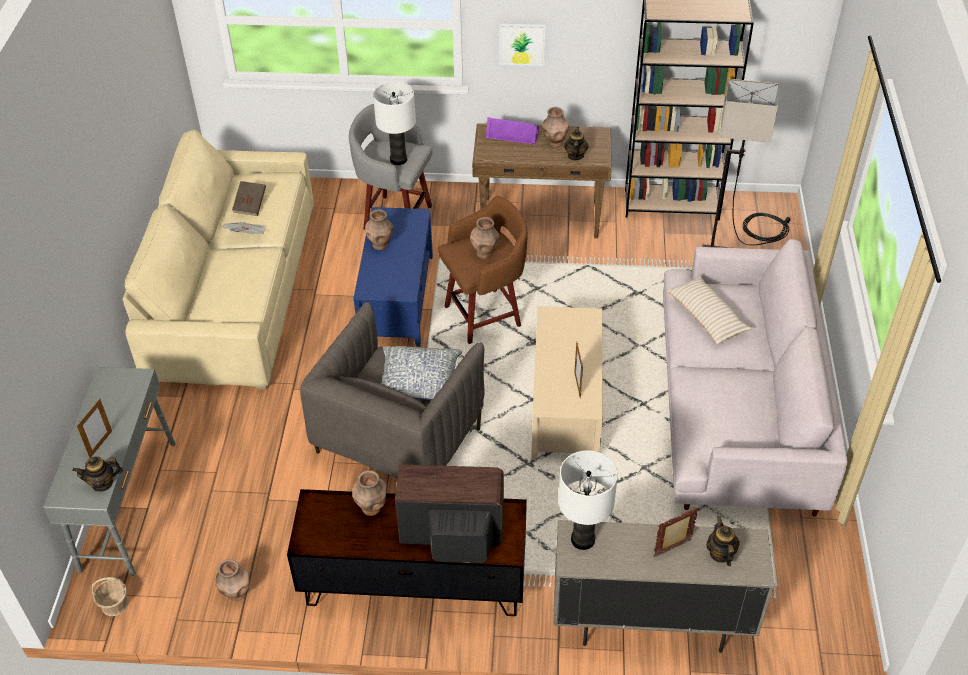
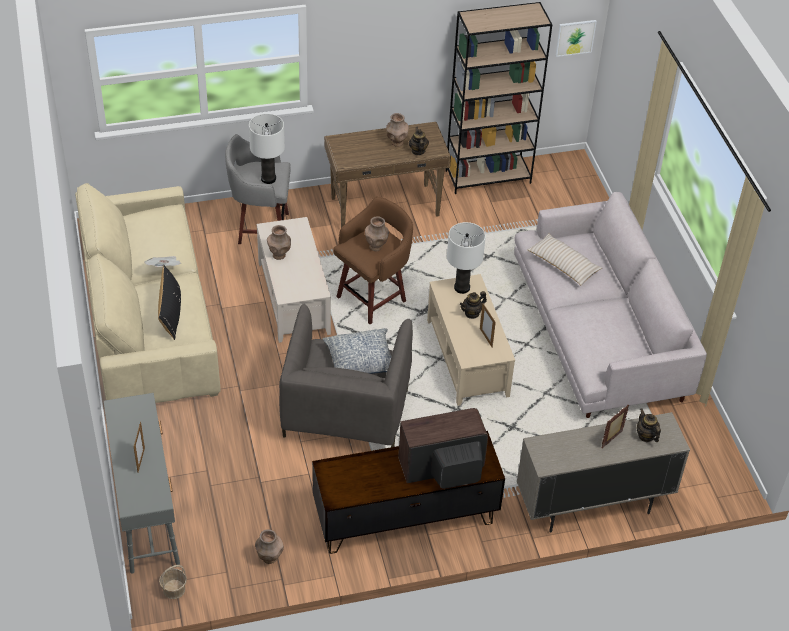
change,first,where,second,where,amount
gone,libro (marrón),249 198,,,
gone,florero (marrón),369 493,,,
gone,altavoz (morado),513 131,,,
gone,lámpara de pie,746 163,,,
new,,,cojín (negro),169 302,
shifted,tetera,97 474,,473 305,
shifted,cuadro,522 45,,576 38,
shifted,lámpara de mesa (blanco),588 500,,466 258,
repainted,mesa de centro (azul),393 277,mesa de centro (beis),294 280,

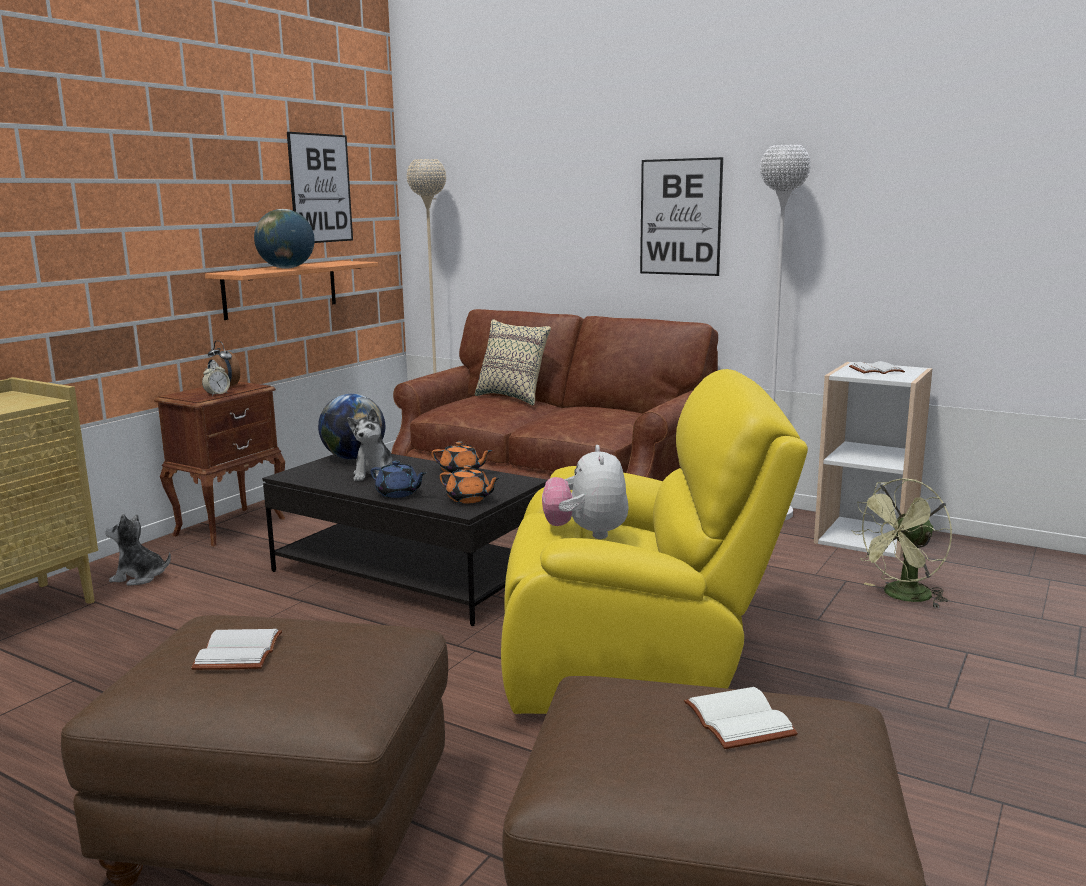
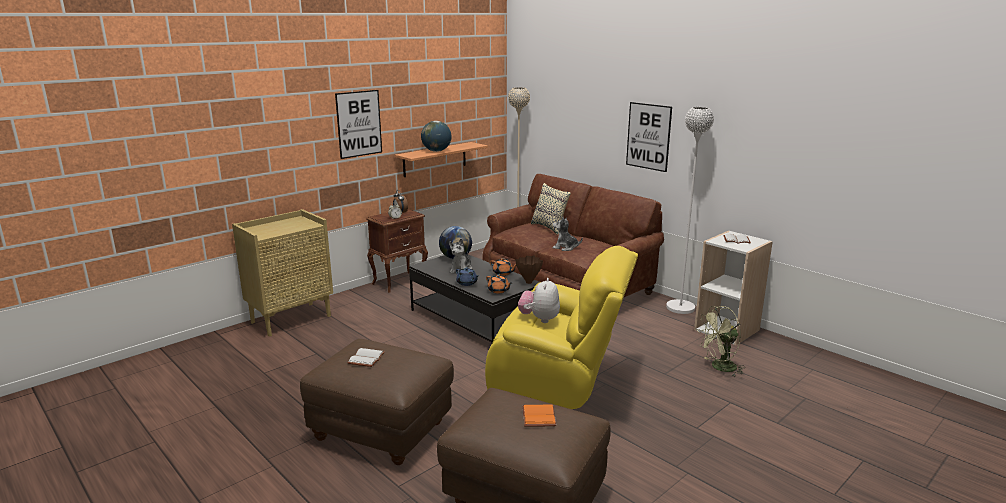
change,first,where,second,where,amount
new,,,florero (marrón),529 269,
shifted,peluche,138 550,,568 234,
shifted,cuadro,320 187,,358 124,
repainted,libro (blanco),741 718,libro (naranja),539 416,

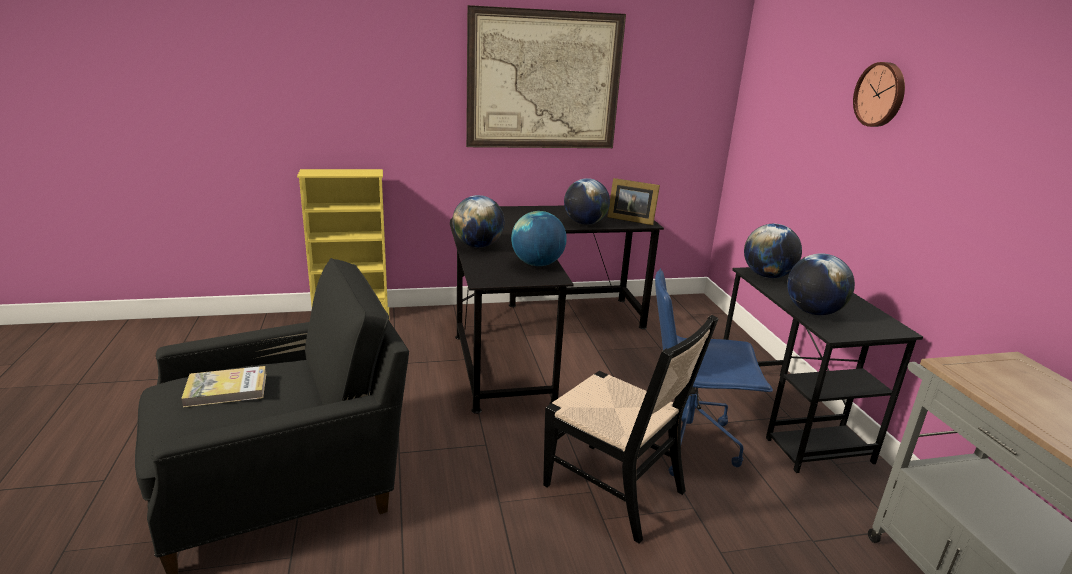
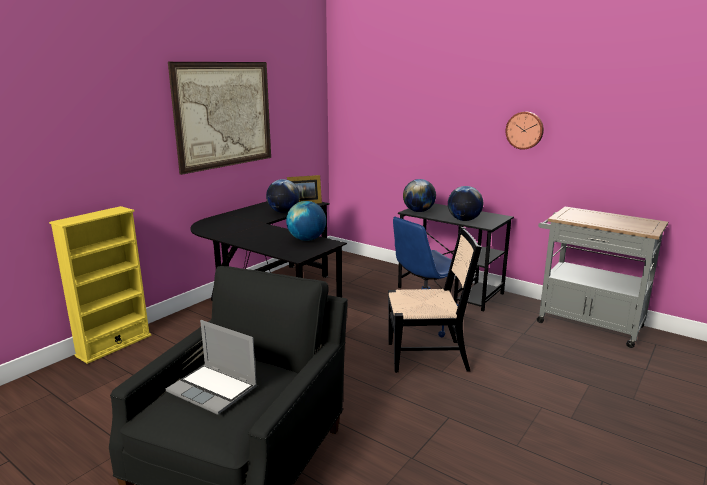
change,first,where,second,where,amount
gone,globo terráqueo,478 221,,,
shifted,reloj de pared,879 94,,525 131,
swapped,libro,223 387,portátil,211 367,

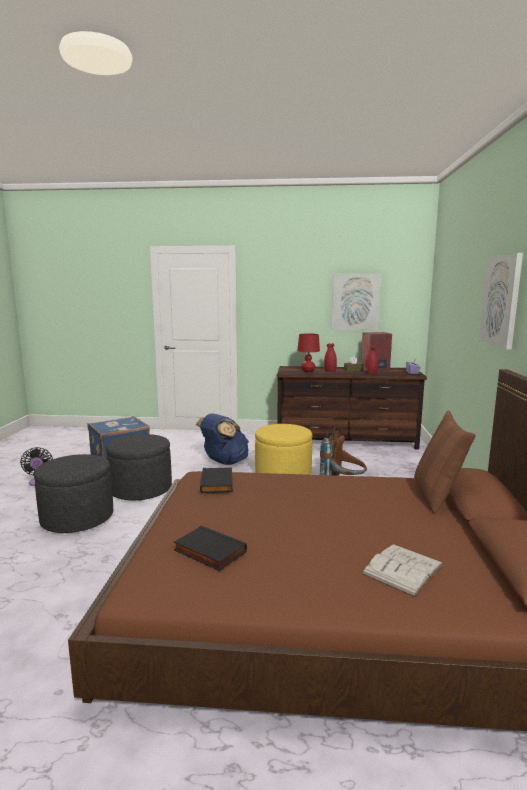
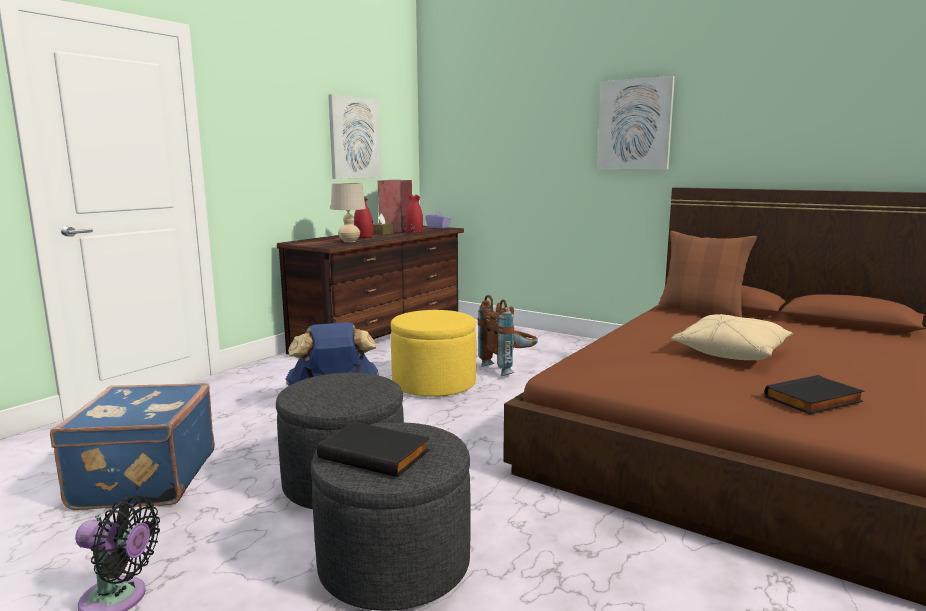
change,first,where,second,where,amount
gone,libro (blanco),402 570,,,
new,,,cojín (beis),732 337,
shifted,libro (negro),216 480,,373 449,
repainted,lámpara de mesa (rojo),308 353,lámpara de mesa (beis),348 212,

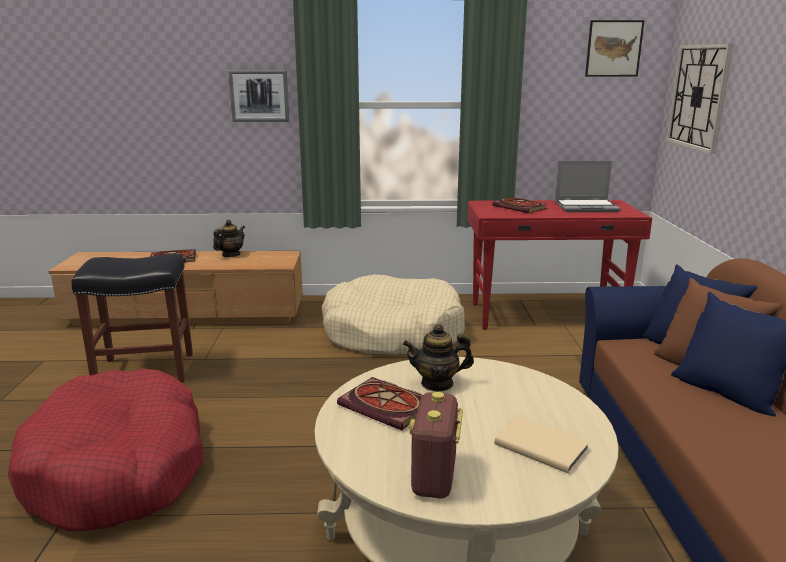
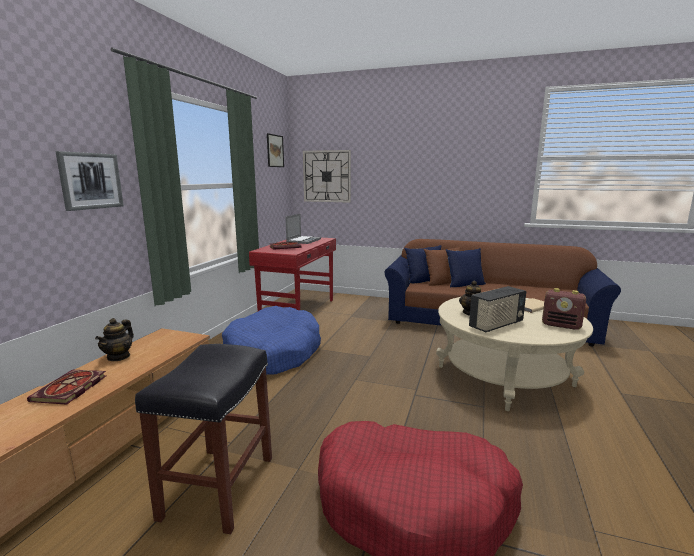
change,first,where,second,where,amount
swapped,libro,380 404,radio,497 309,
repainted,cama para perro (beis),393 314,cama para perro (azul),271 340,
rotated,tetera,229 238,,114 339,135 degrees counterclockwise

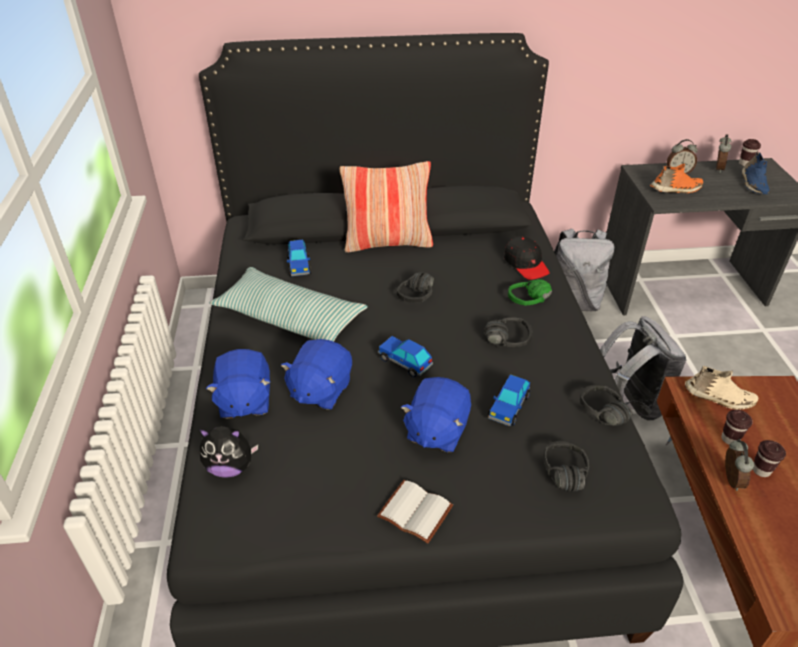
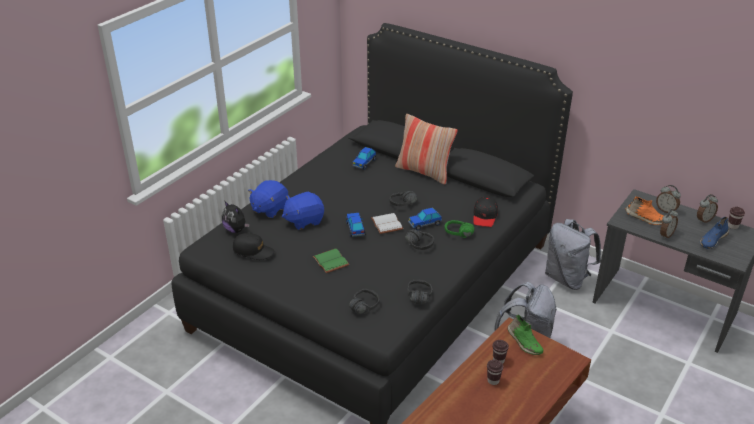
change,first,where,second,where,amount
gone,cojín,288 304,,,
new,,,gorra (negro),254 246,
shifted,libro (blanco),415 512,,387 223,
shifted,coche de juguete,509 400,,425 219,
shifted,despertador,739 465,,669 224,
swapped,peluche (azul),436 414,libro (verde),331 260,
repainted,zapato (beis),722 388,zapato (verde),525 334,

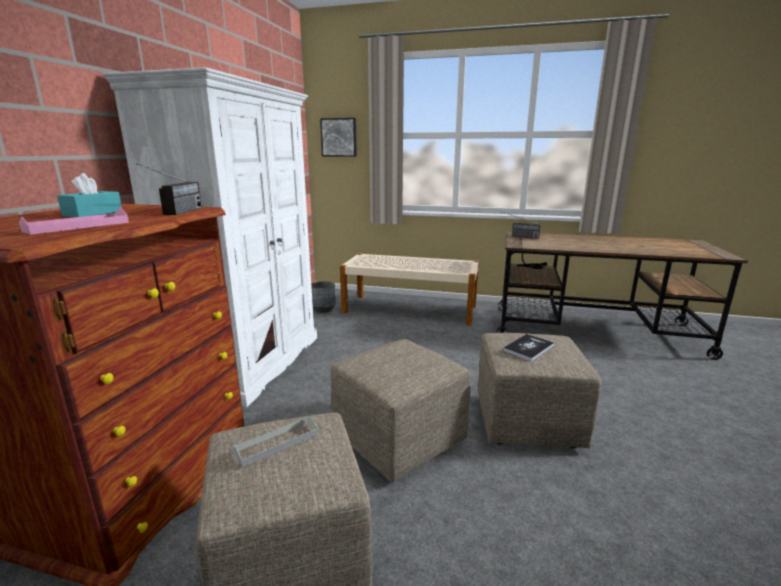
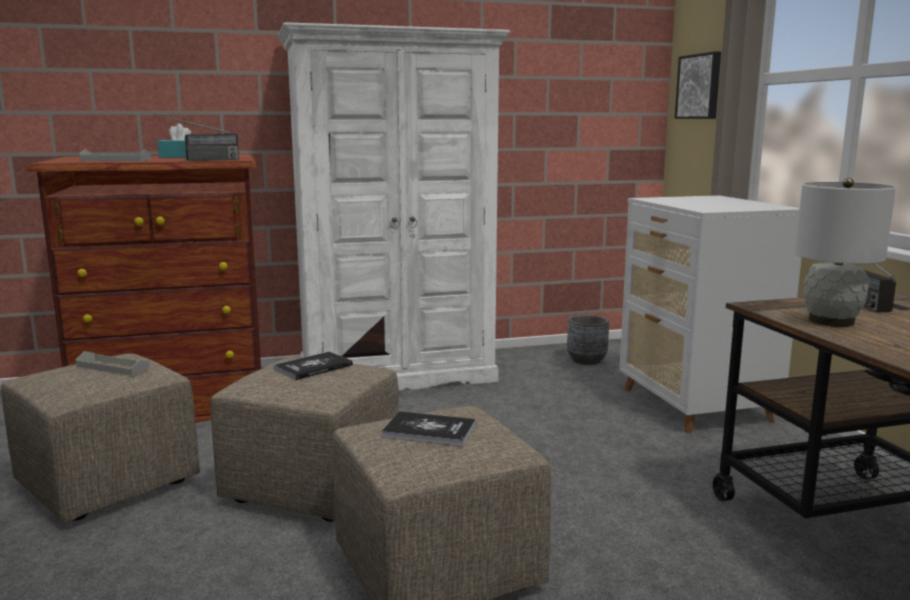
change,first,where,second,where,amount
new,,,libro,313 365,
new,,,lámpara de mesa (blanco),845 252,
swapped,banco (beis),409 289,cómoda (blanco),711 314,
repainted,bandeja (rosa),74 221,bandeja (gris),115 155,

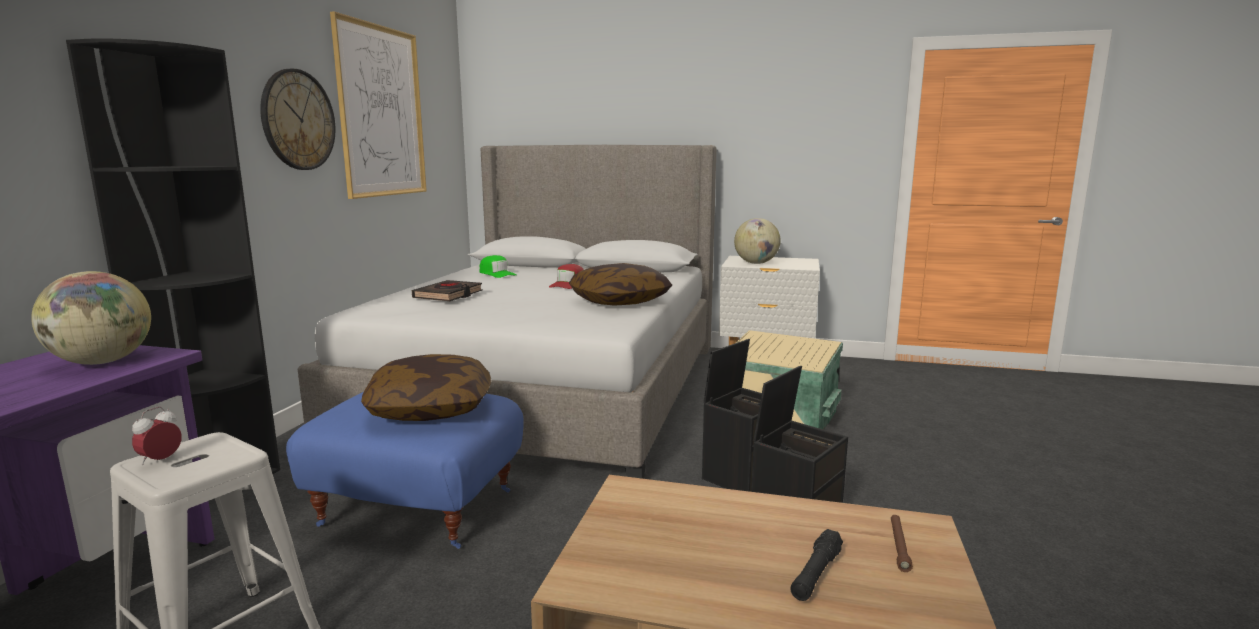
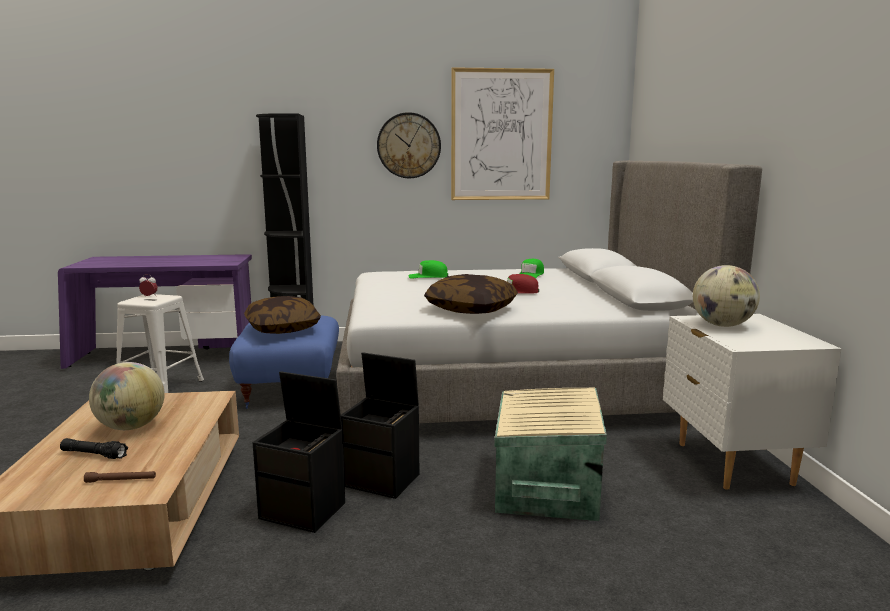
change,first,where,second,where,amount
shifted,globo terráqueo,91 318,,127 396,
swapped,libro (negro),447 290,gorra (verde),428 269,

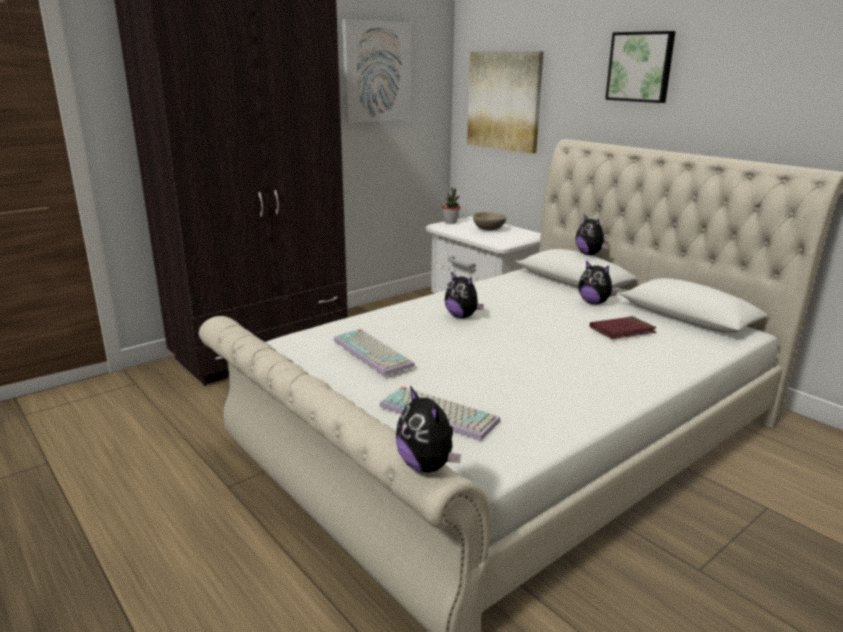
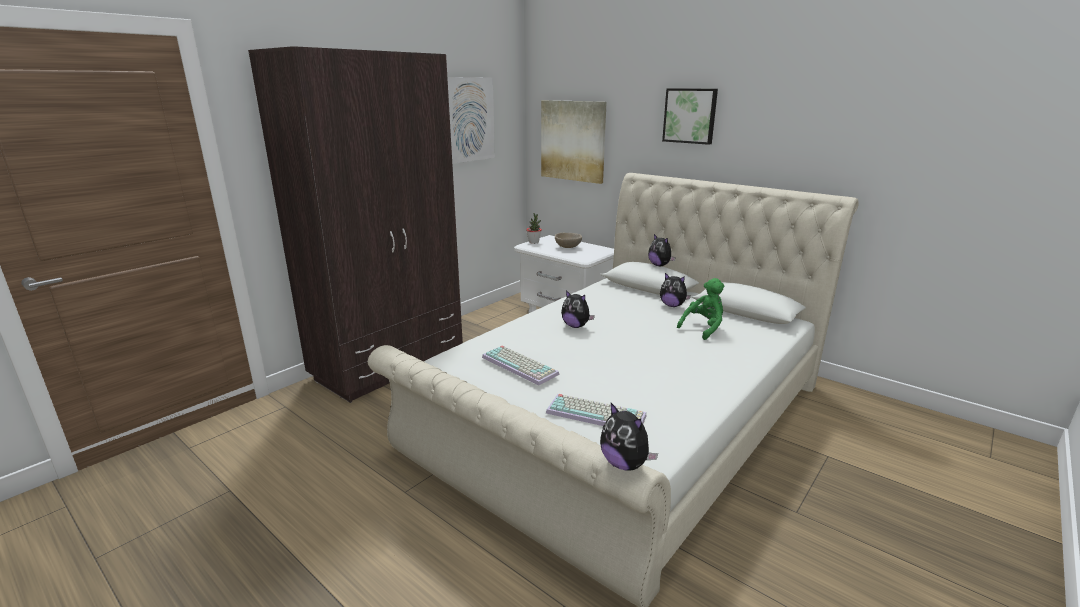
change,first,where,second,where,amount
swapped,libro (rojo),623 327,peluche (verde),700 309,

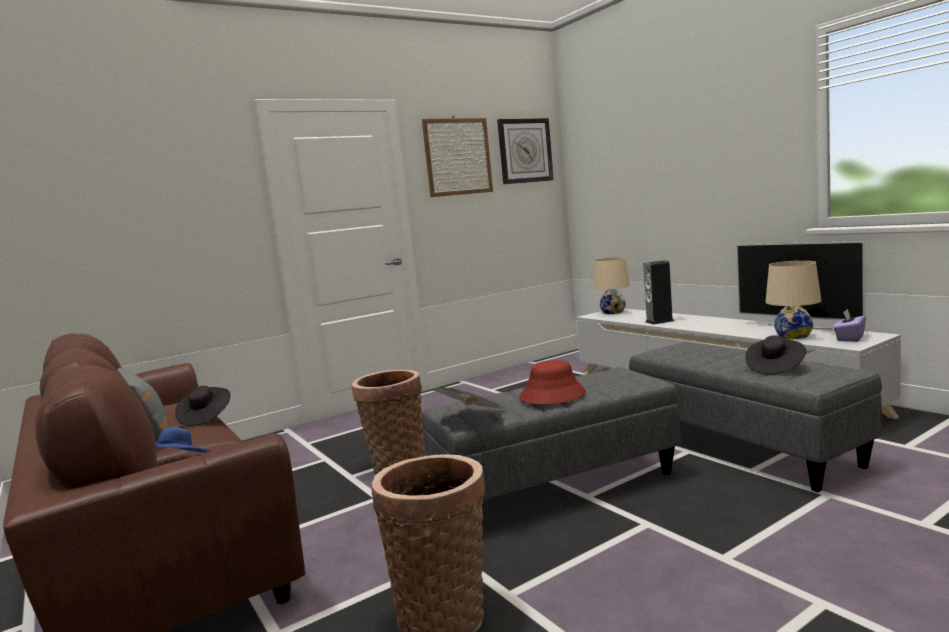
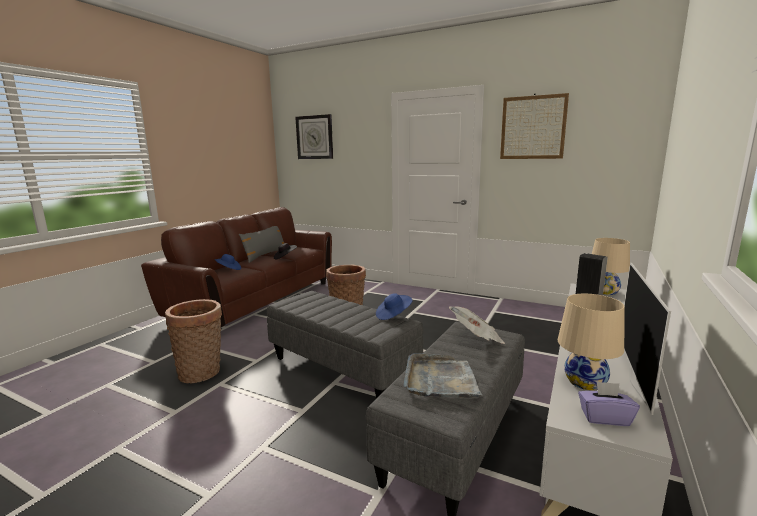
change,first,where,second,where,amount
gone,sombrero (rojo),552 382,,,
new,,,sombrero (azul),394 306,
shifted,periódico,467 398,,477 325,
shifted,reloj de pared,525 151,,314 136,
swapped,sombrero (negro),776 355,bandeja (gris),442 375,

